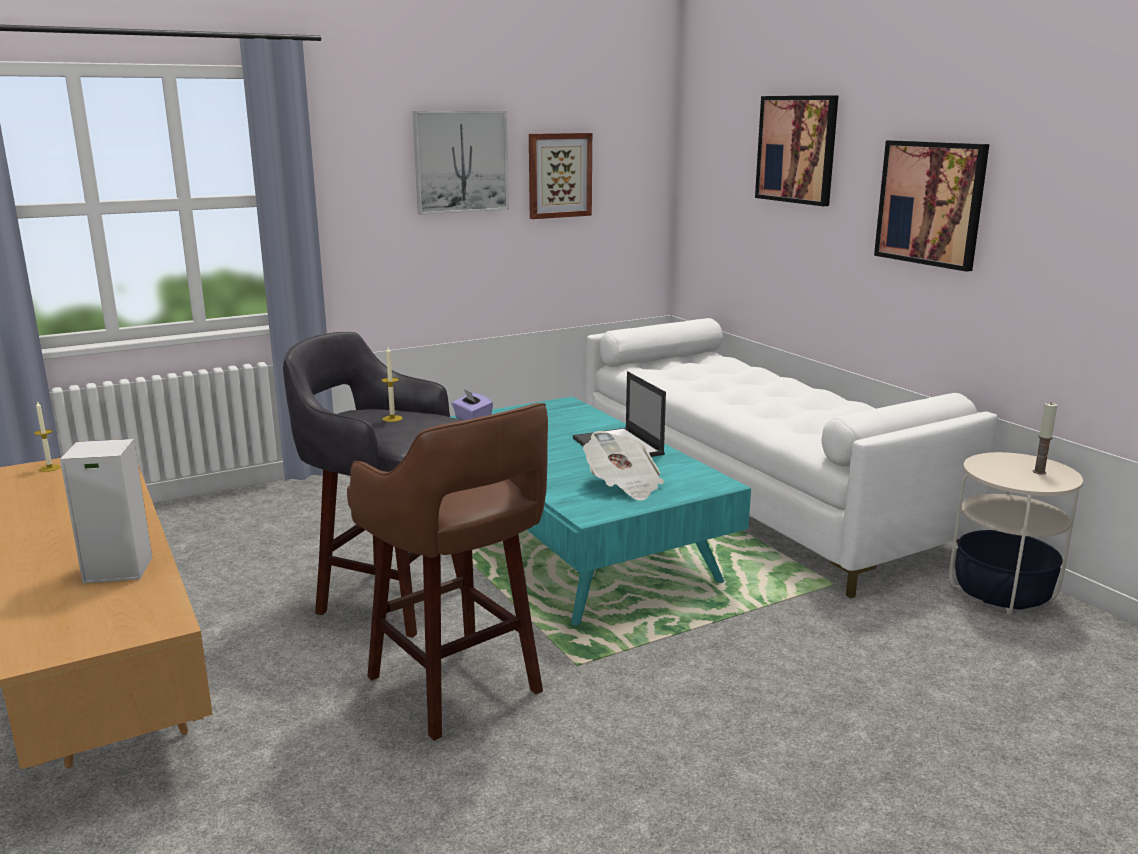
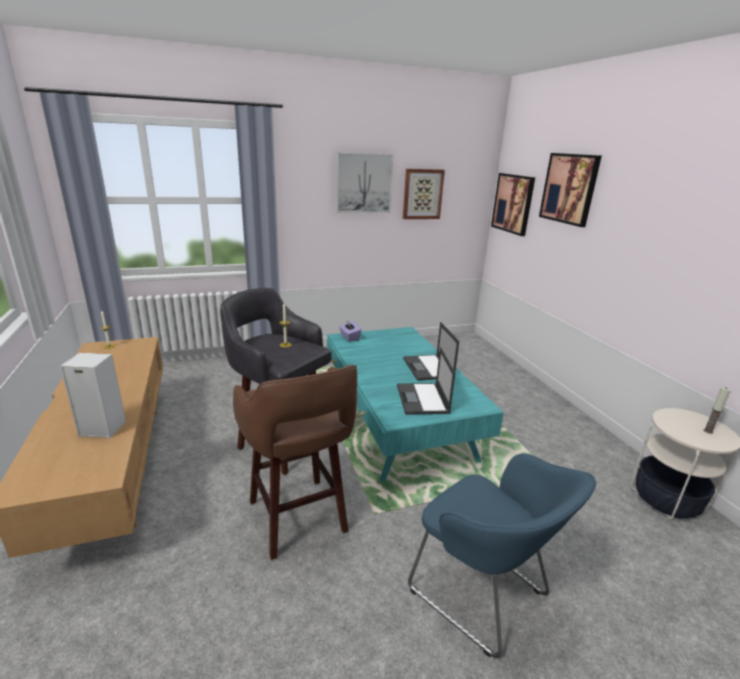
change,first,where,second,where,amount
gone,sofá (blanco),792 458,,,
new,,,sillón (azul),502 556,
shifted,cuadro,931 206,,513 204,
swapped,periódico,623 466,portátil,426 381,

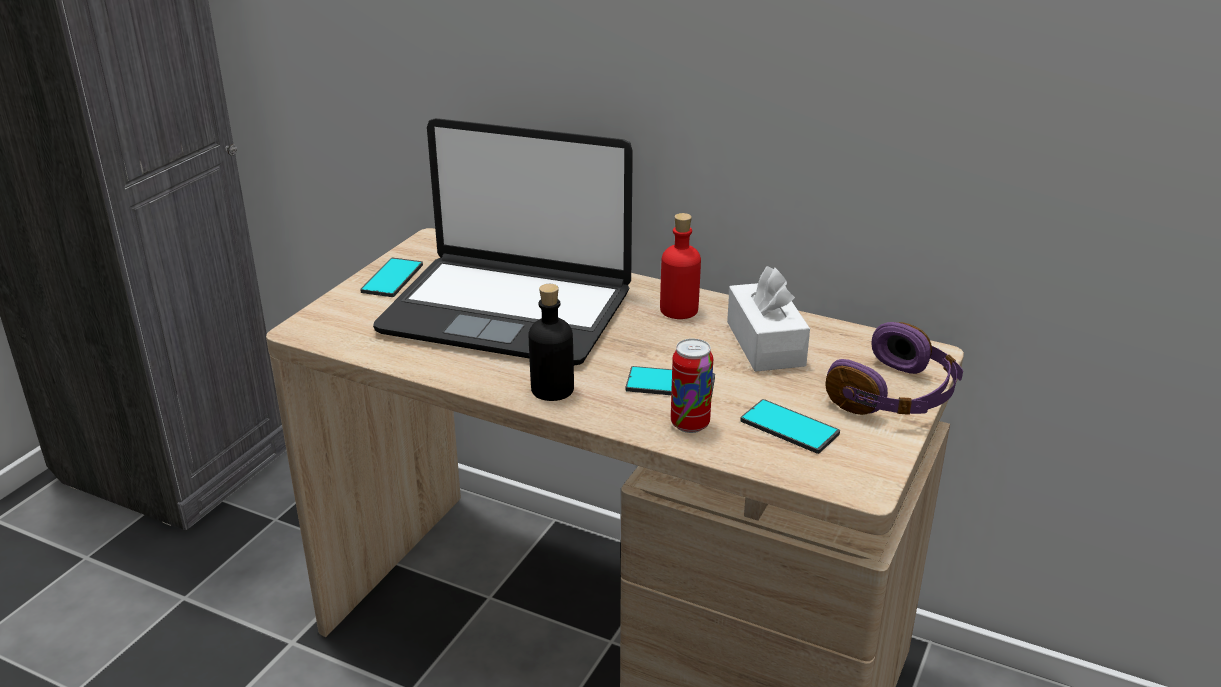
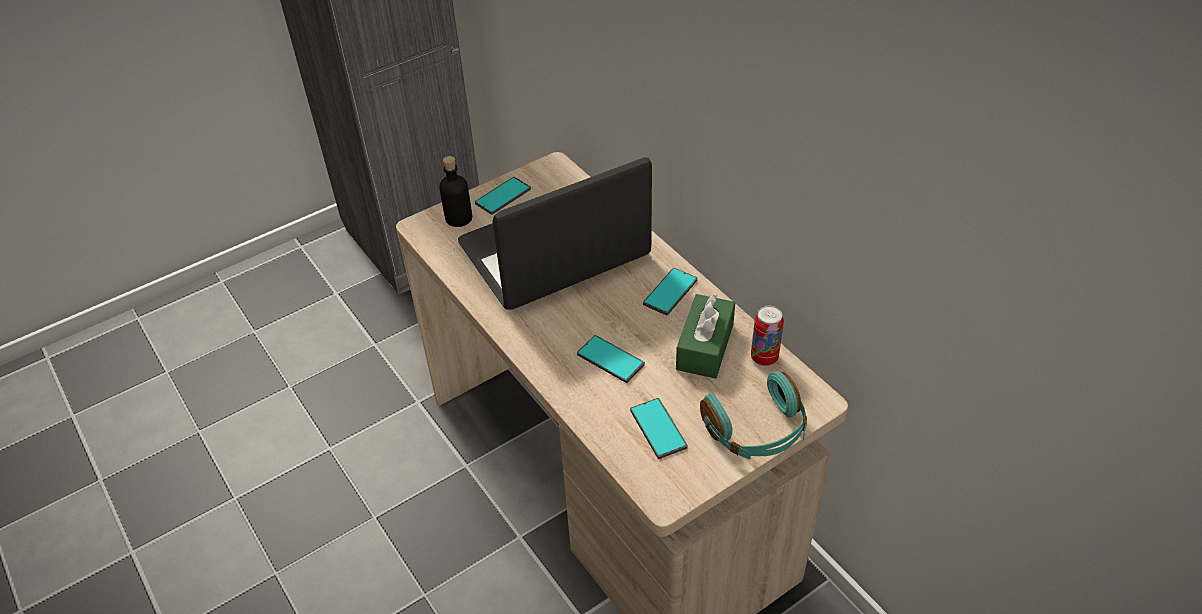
change,first,where,second,where,amount
shifted,botella (negro),551 342,,455 191,
shifted,lata,692 386,,767 336,
swapped,botella (rojo),680 266,móvil,670 291,
repainted,caja de pañuelos (blanco),768 319,caja de pañuelos (verde),705 336,
repainted,auriculares (morado),894 368,auriculares (turquesa),753 415,
rotated,portátil,503 241,,555 234,105 degrees clockwise

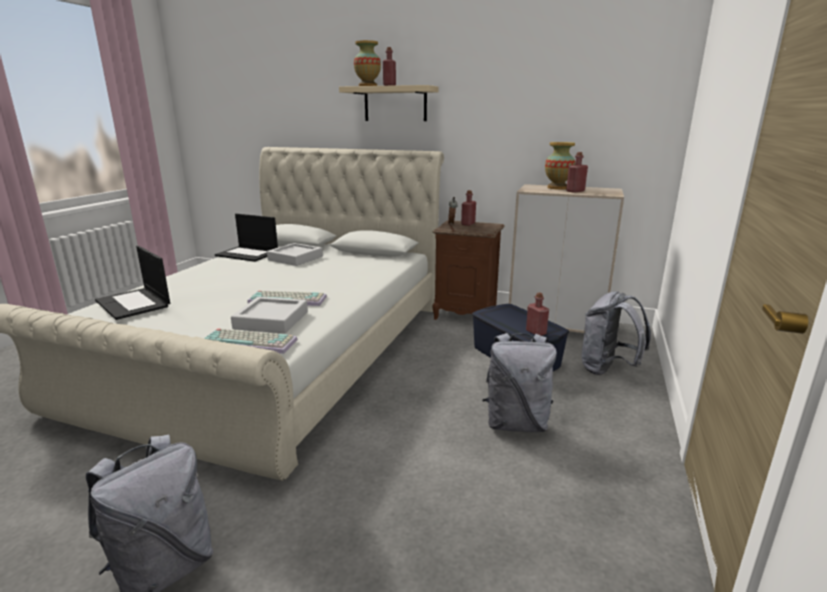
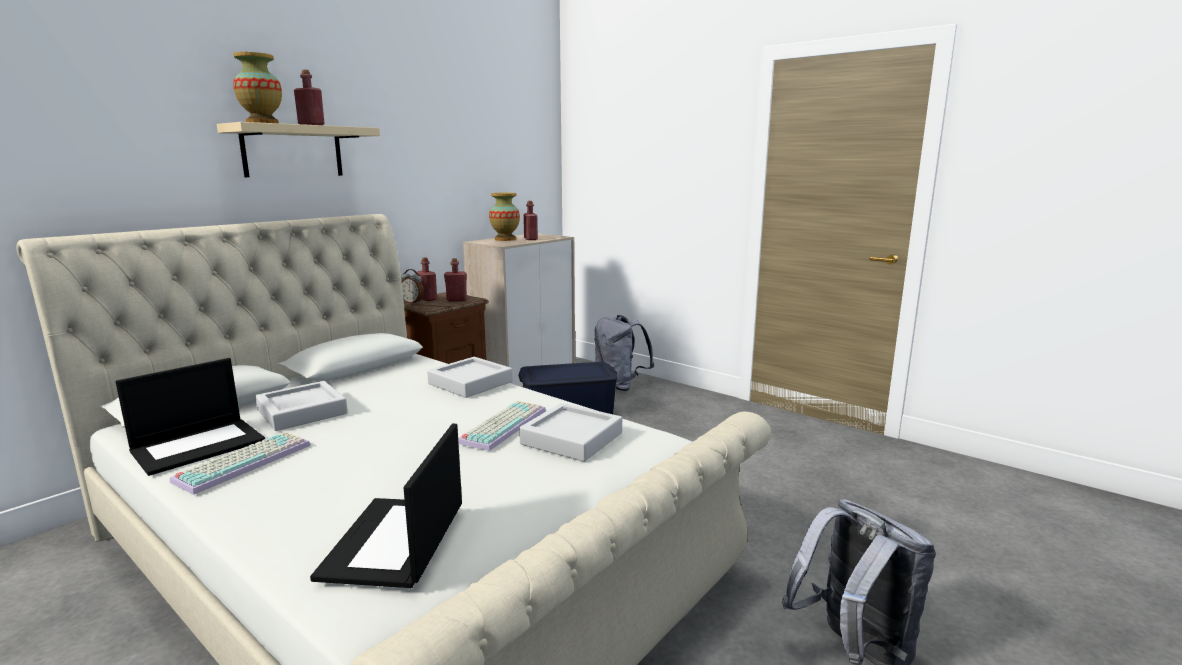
change,first,where,second,where,amount
gone,mochila (gris),519 382,,,
new,,,bandeja (gris),470 377,
shifted,teclado,251 341,,240 463,
shifted,botella (rojo),537 314,,455 280,
rotated,portátil,132 283,,386 506,120 degrees clockwise

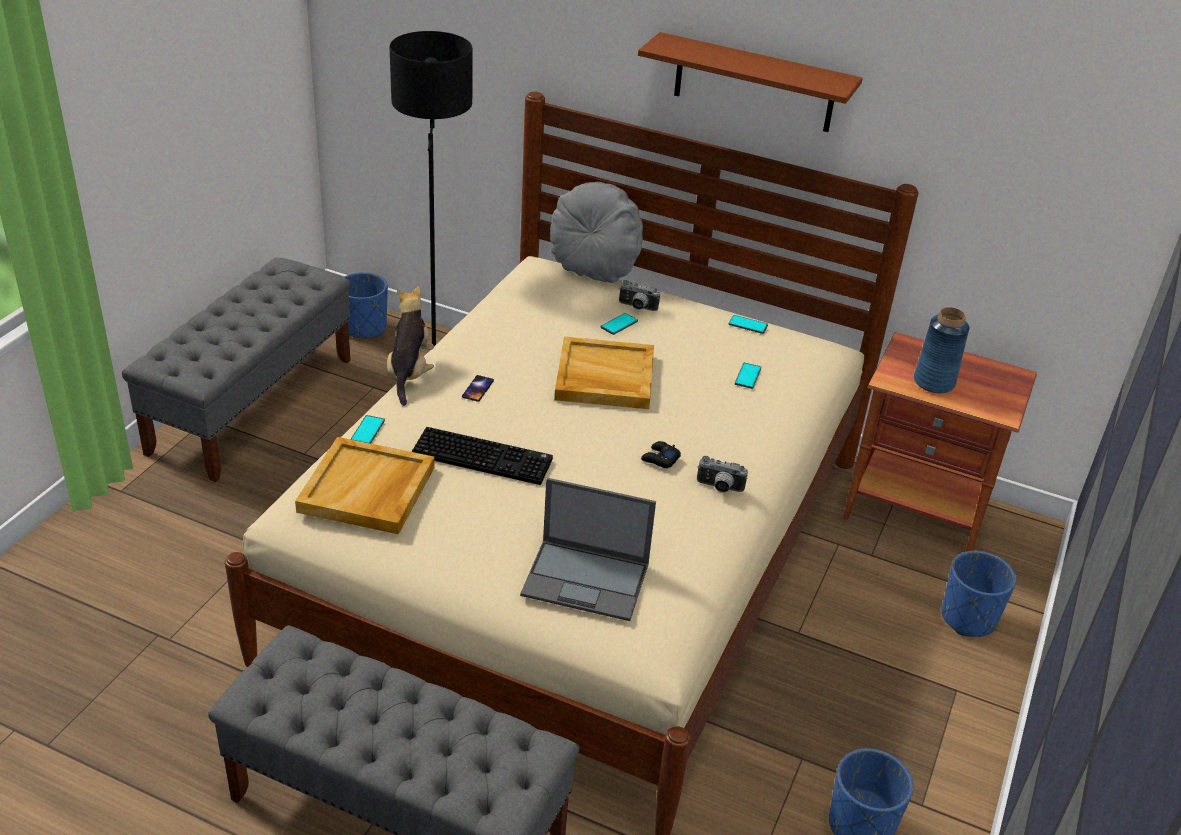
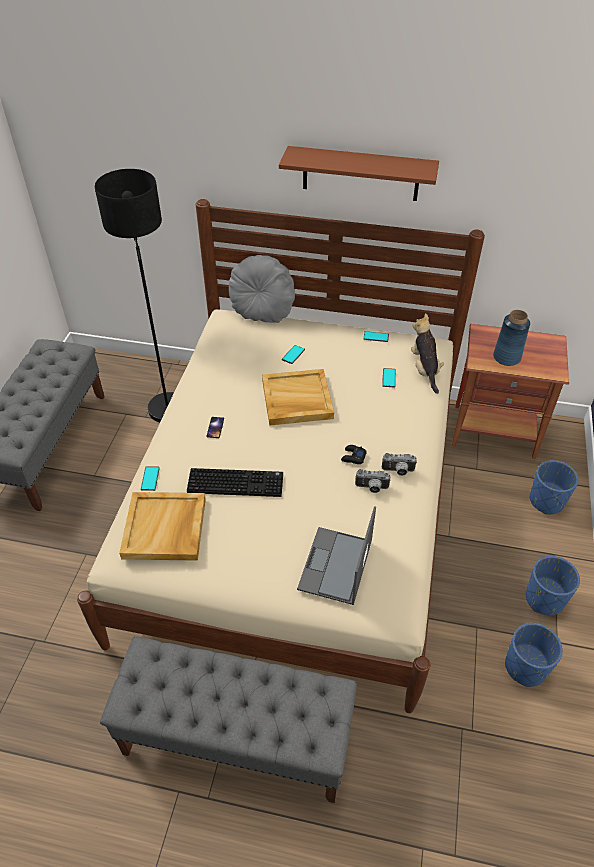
change,first,where,second,where,amount
shifted,maceta (azul),366 305,,553 585,
shifted,peluche,410 346,,427 353,
shifted,cámara,639 295,,373 481,
rotated,portátil,588 549,,336 555,105 degrees clockwise

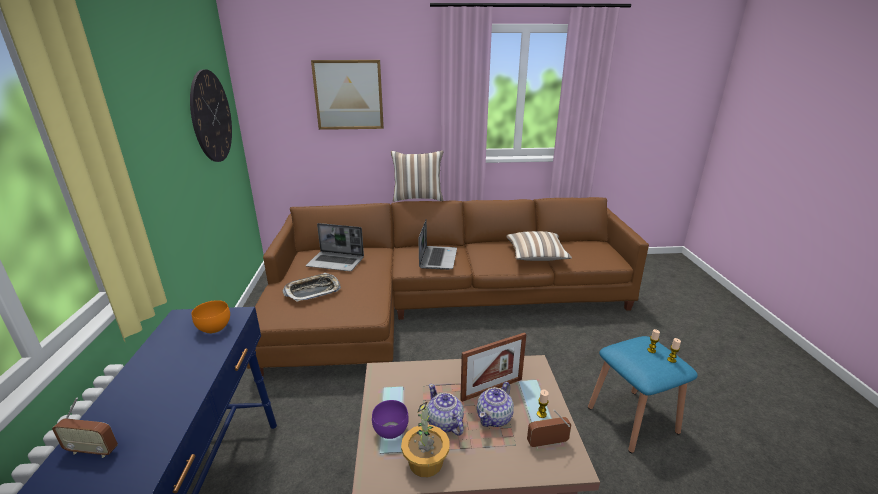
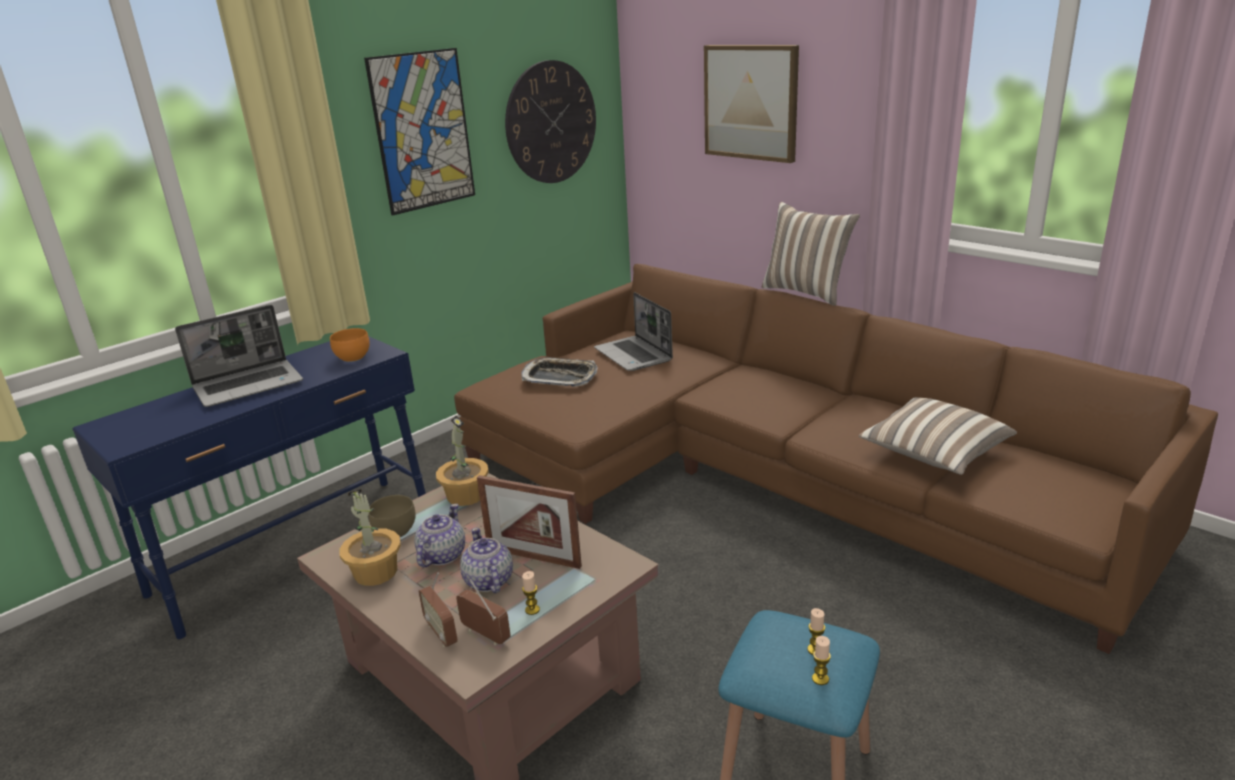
change,first,where,second,where,amount
new,,,cuadro,419 131,
new,,,planta en maceta,462 461,
shifted,radio,85 428,,438 609,
shifted,portátil,437 244,,239 356,
repainted,cuenco (morado),390 419,cuenco (marrón),392 516,
rotated,tetera,495 404,,486 560,75 degrees clockwise

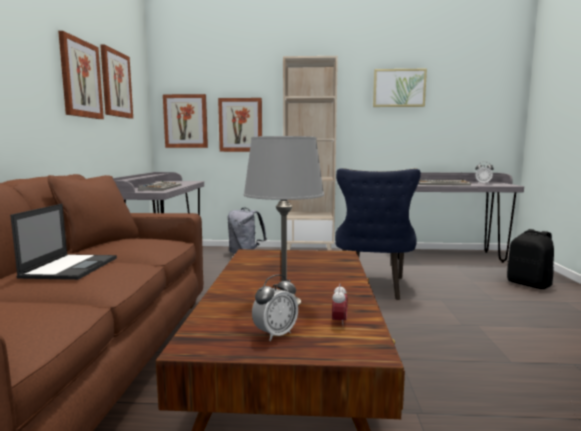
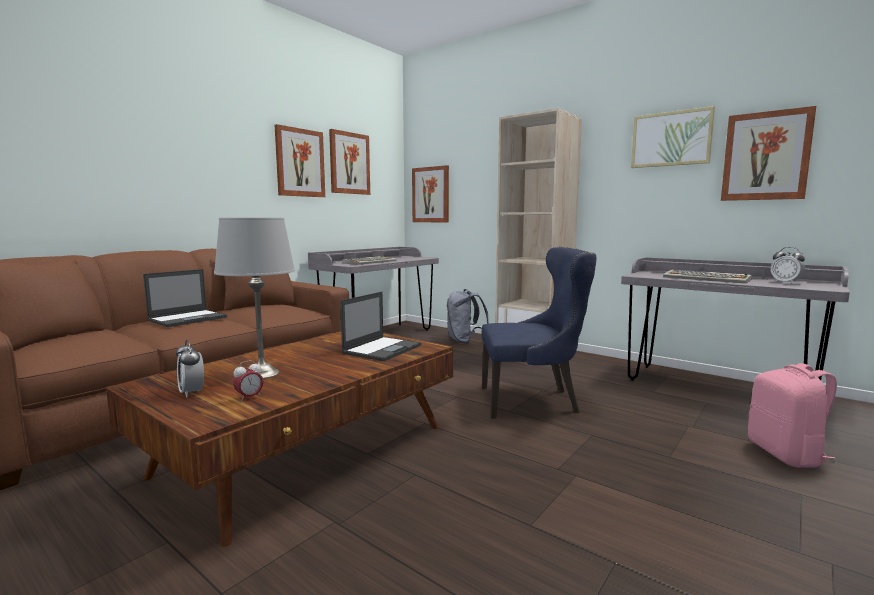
change,first,where,second,where,amount
new,,,portátil,380 326,
shifted,cuadro,240 125,,768 153,
repainted,mochila (negro),530 259,mochila (rosa),792 415,
rotated,despertador,275 308,,190 369,60 degrees clockwise
rotated,silla (azul),378 234,,539 333,135 degrees counterclockwise

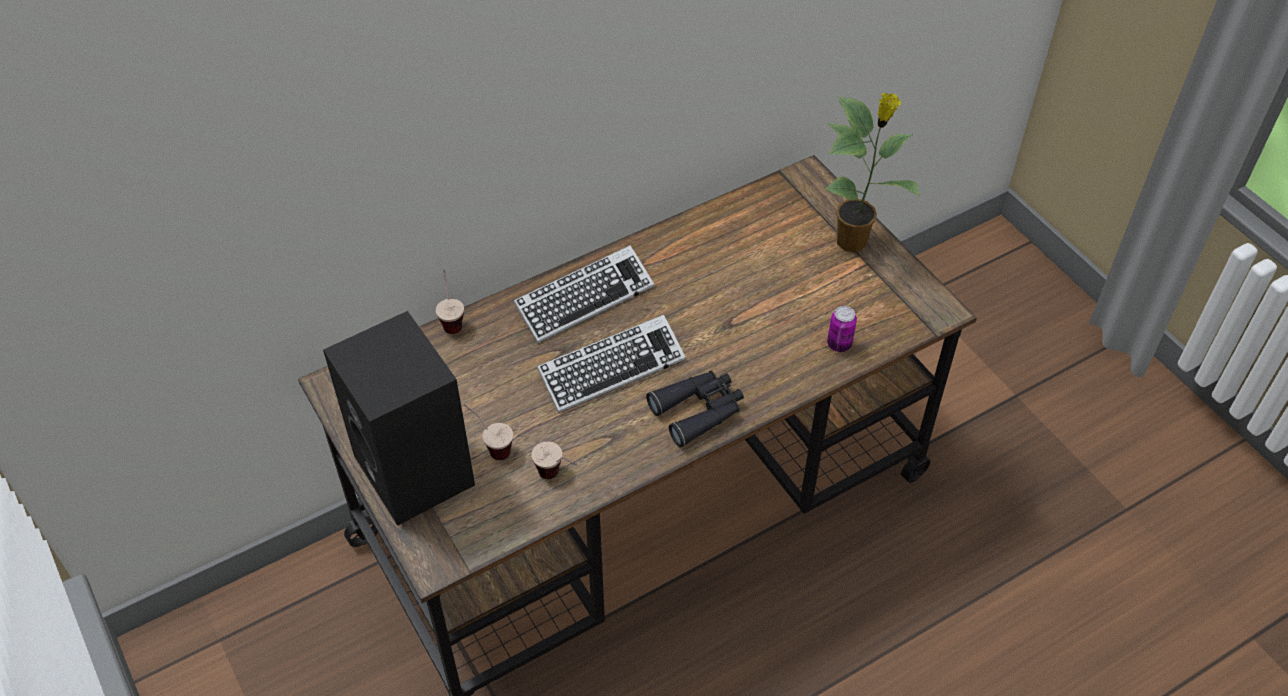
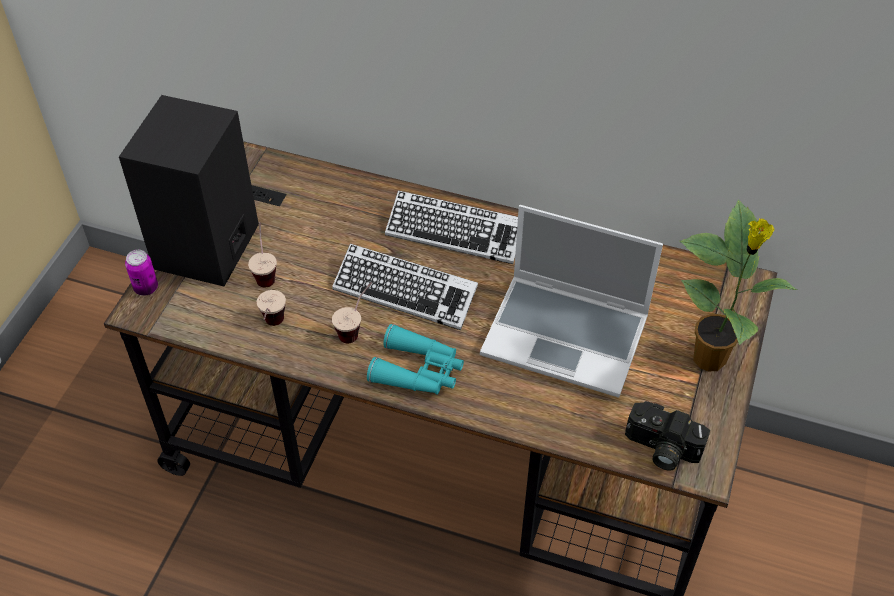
change,first,where,second,where,amount
new,,,portátil,571 301,
new,,,cámara,667 436,
shifted,taza,450 301,,352 312,
shifted,lata,842 329,,141 273,
repainted,prismáticos (negro),695 409,prismáticos (turquesa),415 359,

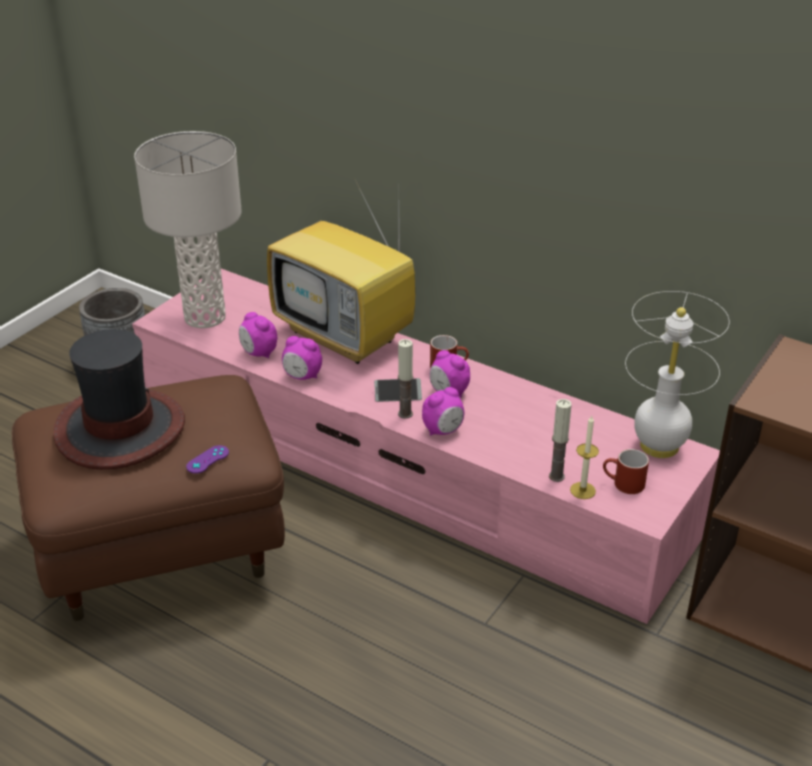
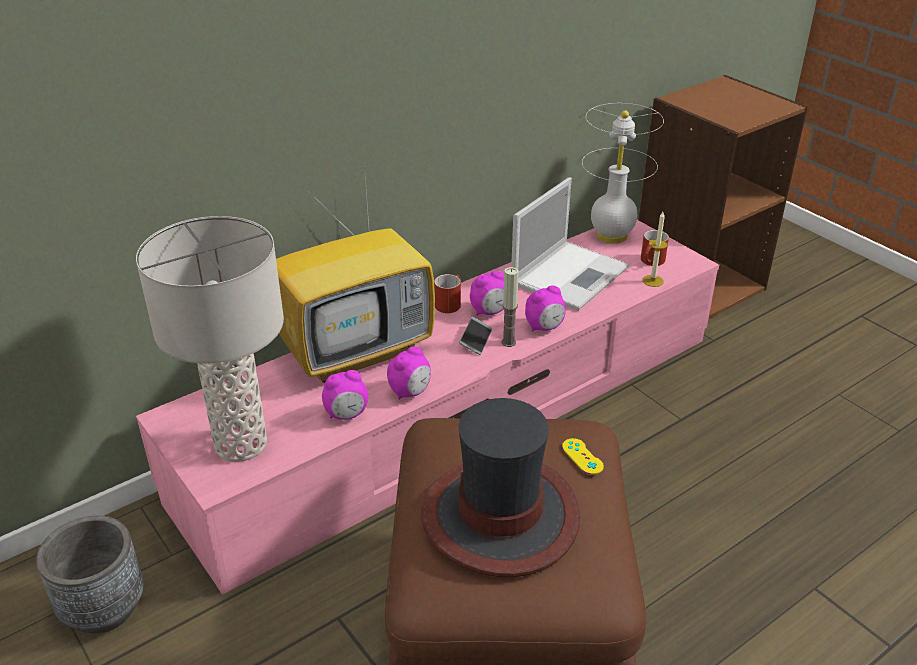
change,first,where,second,where,amount
gone,vela,560 440,,,
new,,,portátil,570 244,
repainted,mando de consola (morado),207 459,mando de consola (amarillo),583 456,
rotated,despertador,443 411,,545 308,75 degrees clockwise

